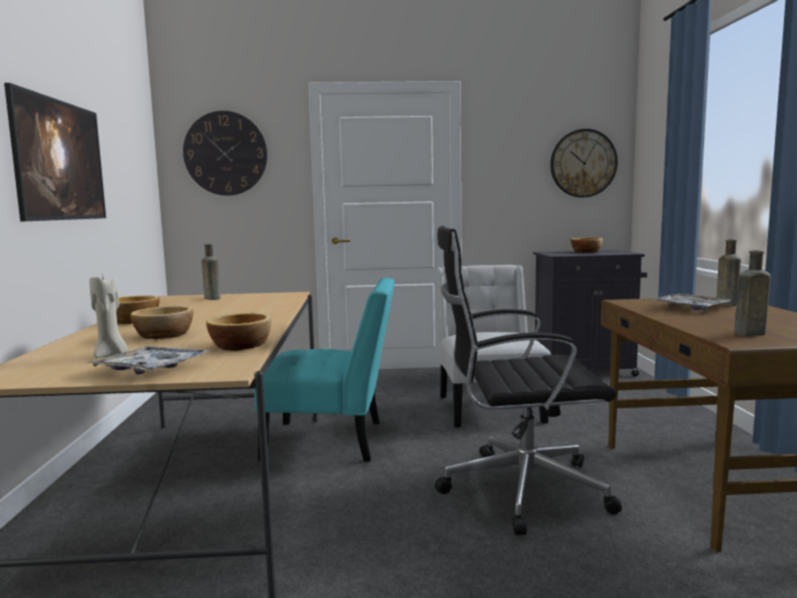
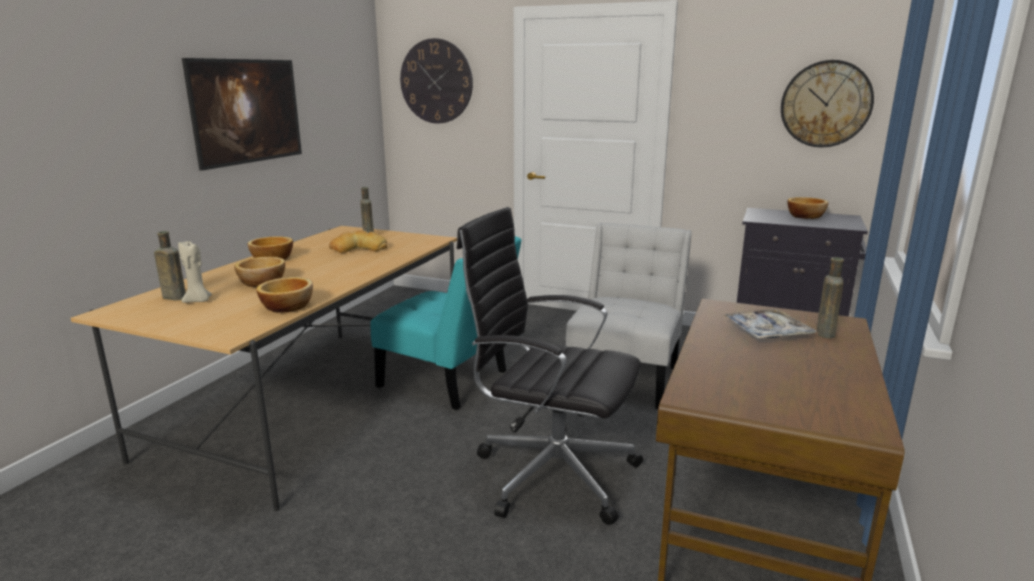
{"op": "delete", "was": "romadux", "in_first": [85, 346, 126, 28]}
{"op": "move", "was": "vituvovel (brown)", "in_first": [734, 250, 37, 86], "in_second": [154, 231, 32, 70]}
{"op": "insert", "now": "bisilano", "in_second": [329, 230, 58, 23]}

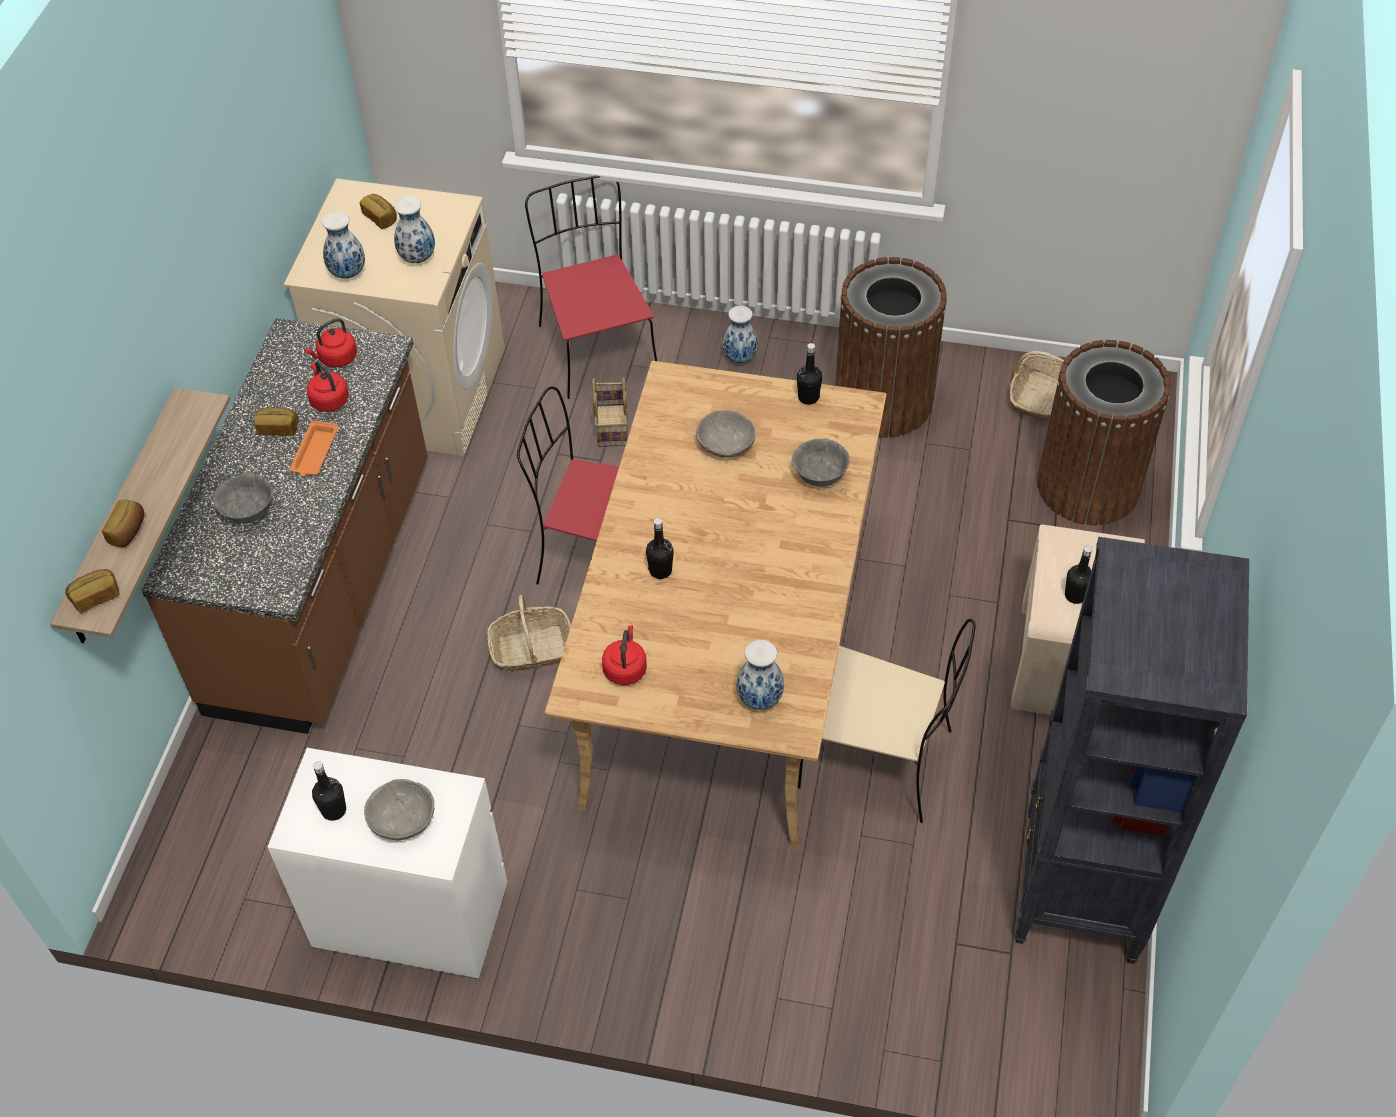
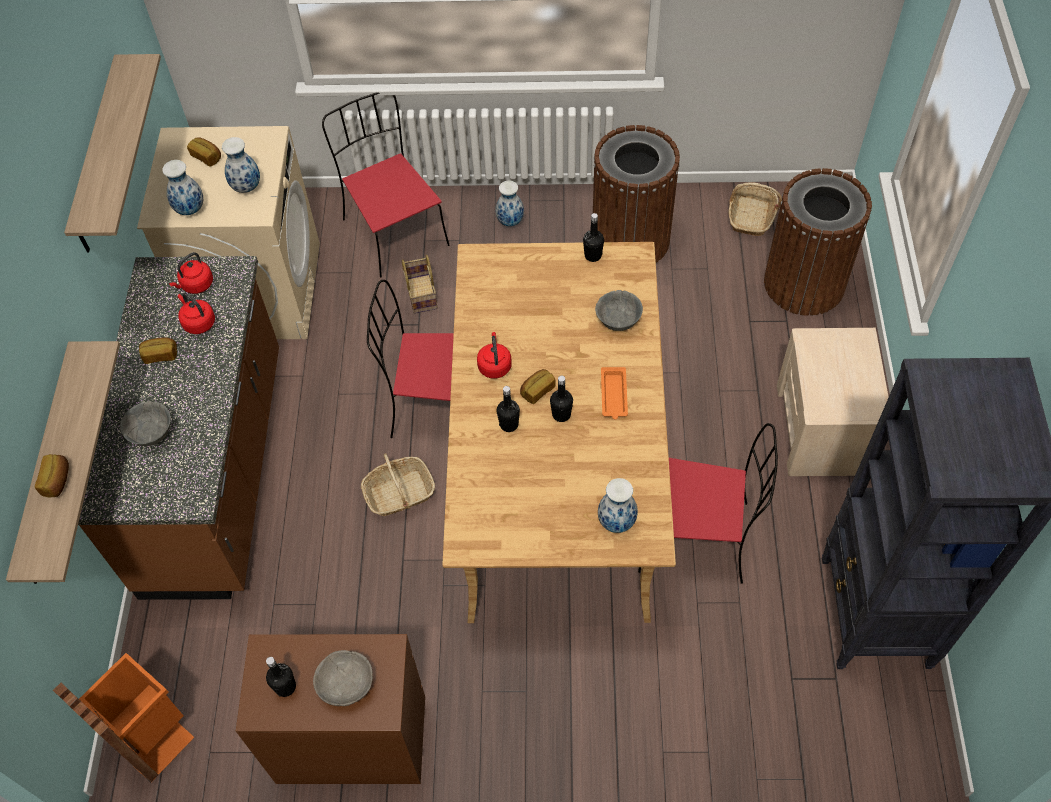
{"op": "move", "was": "bisilano", "in_first": [65, 569, 55, 44], "in_second": [520, 369, 35, 35]}
{"op": "recolor", "was": "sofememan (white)", "now": "sofememan (brown)", "in_first": [268, 748, 240, 231], "in_second": [236, 634, 189, 150]}
{"op": "move", "was": "romadux (orange)", "in_first": [290, 421, 49, 56], "in_second": [601, 367, 27, 53]}
{"op": "move", "was": "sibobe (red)", "in_first": [602, 625, 45, 60], "in_second": [477, 332, 35, 47]}
{"op": "delete", "was": "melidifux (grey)", "in_first": [696, 410, 59, 47]}
{"op": "recolor", "was": "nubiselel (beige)", "now": "nubiselel (red)", "in_first": [798, 619, 178, 204], "in_second": [638, 423, 140, 161]}
{"op": "move", "was": "vituvovel (black)", "in_first": [1065, 546, 27, 58], "in_second": [550, 375, 23, 47]}
{"op": "insert", "now": "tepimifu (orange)", "in_second": [53, 653, 141, 129]}
{"op": "insert", "now": "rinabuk", "in_second": [64, 54, 97, 199]}

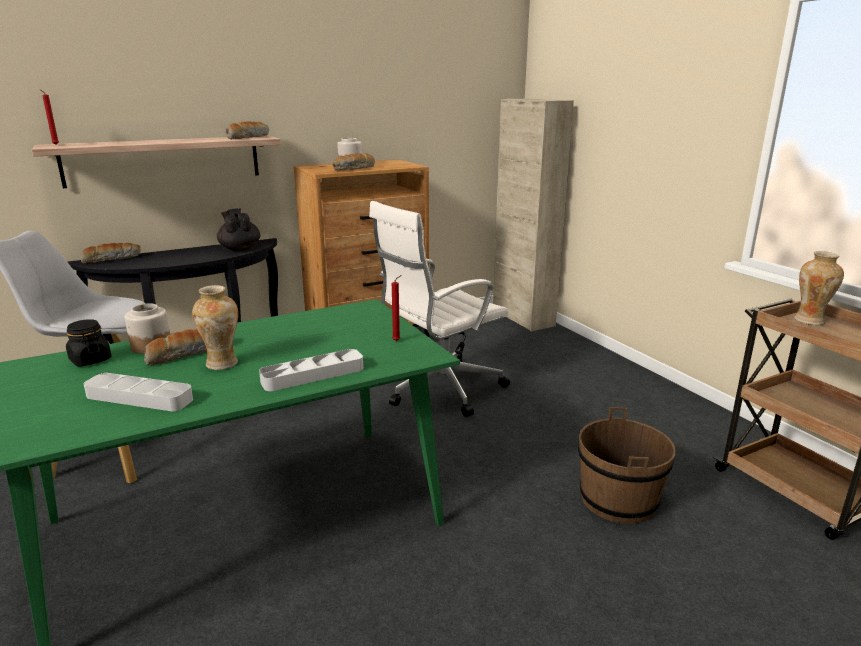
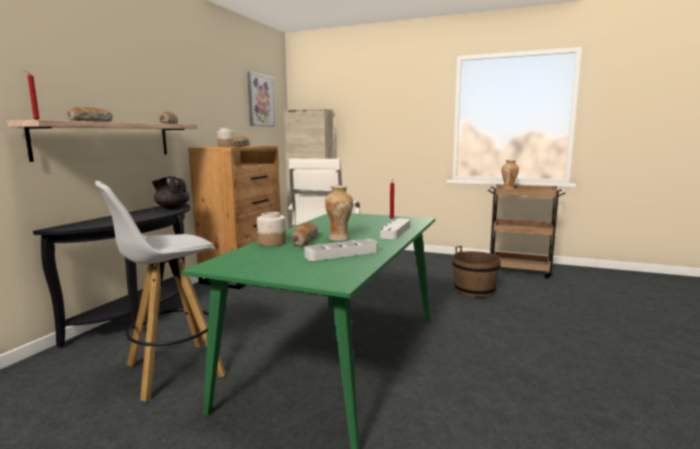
{"op": "delete", "was": "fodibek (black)", "in_first": [66, 319, 46, 47]}
{"op": "move", "was": "bisilano", "in_first": [81, 243, 60, 21], "in_second": [67, 107, 46, 15]}
{"op": "insert", "now": "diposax", "in_second": [247, 72, 28, 55]}

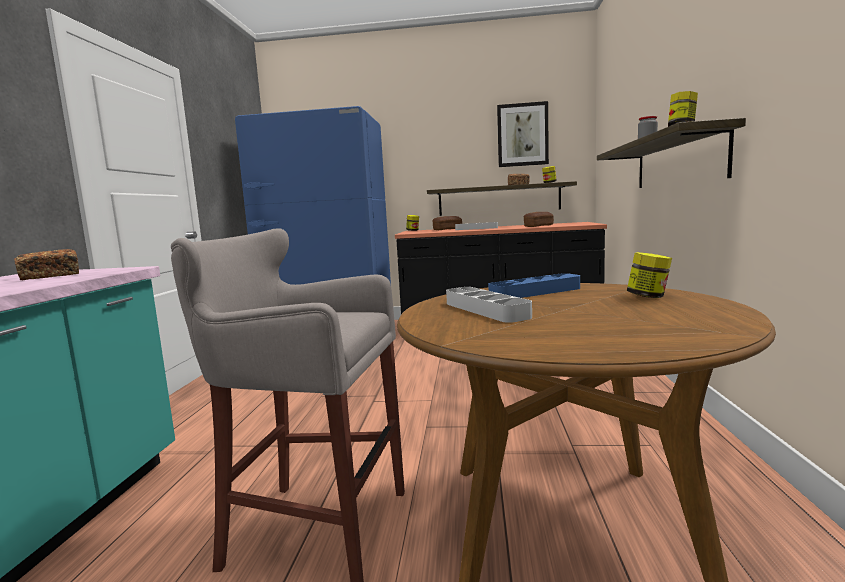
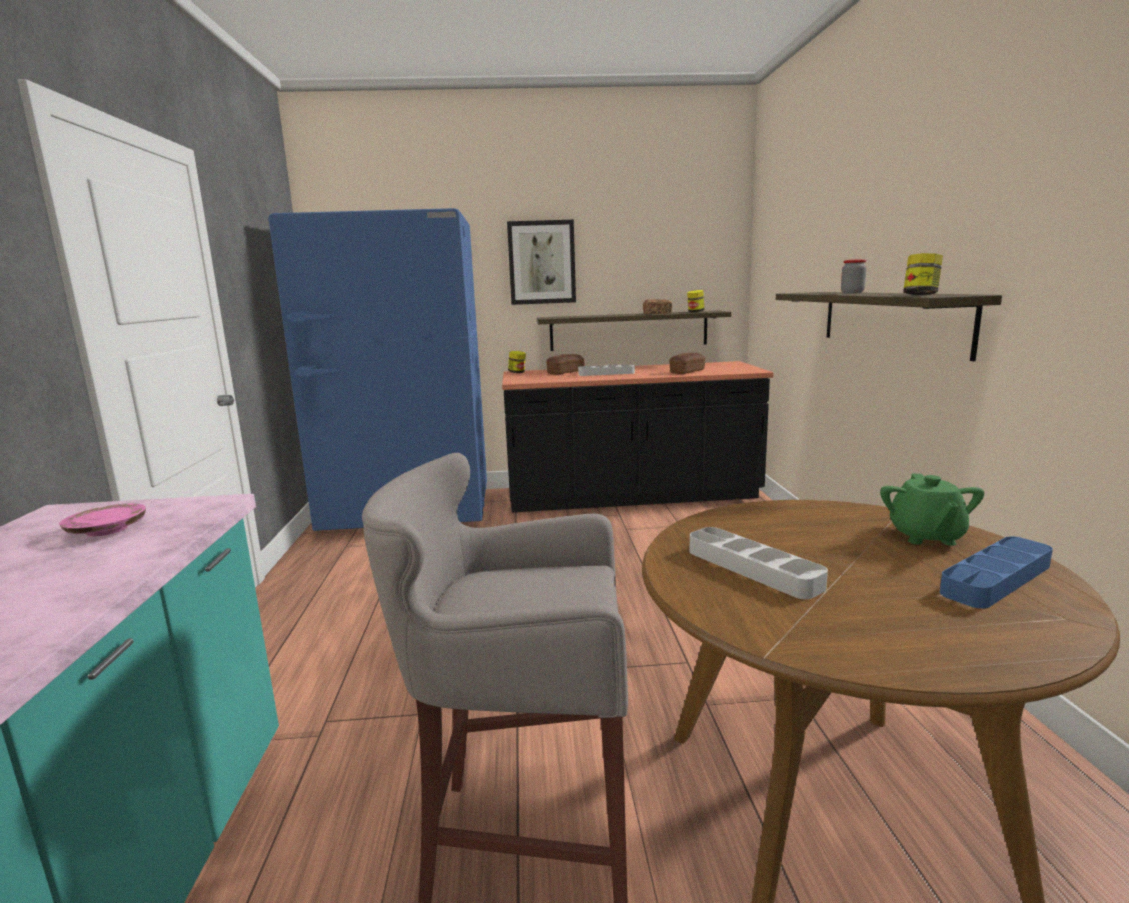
{"op": "replace", "was": "bisilano", "now": "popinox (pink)", "in_first": [14, 249, 65, 31], "in_second": [59, 503, 87, 34]}
{"op": "move", "was": "romadux (blue)", "in_first": [488, 273, 92, 25], "in_second": [940, 536, 113, 73]}
{"op": "move", "was": "diposax", "in_first": [497, 101, 52, 66], "in_second": [507, 220, 69, 85]}
{"op": "replace", "was": "fodibek", "now": "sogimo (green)", "in_first": [627, 252, 45, 46], "in_second": [880, 474, 104, 72]}

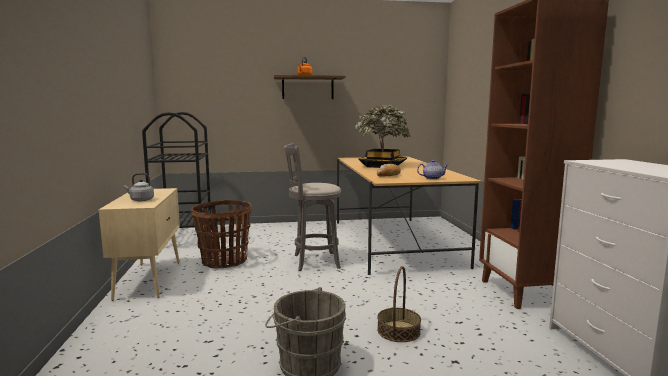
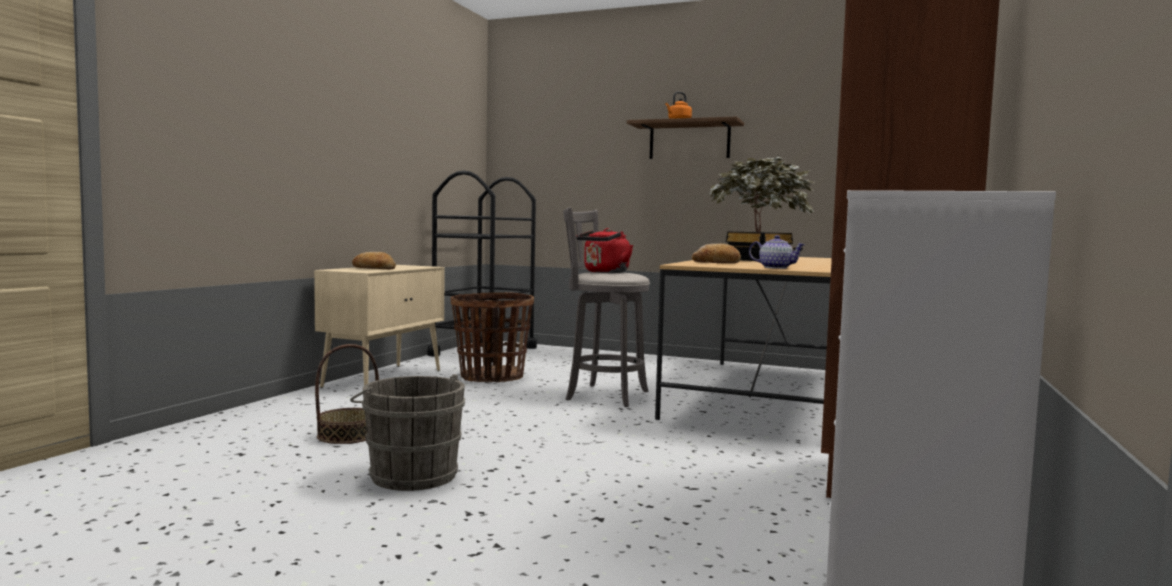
{"op": "replace", "was": "sibobe (grey)", "now": "bisilano", "in_first": [124, 173, 30, 28], "in_second": [352, 252, 44, 17]}
{"op": "move", "was": "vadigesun", "in_first": [377, 266, 44, 76], "in_second": [315, 344, 64, 100]}
{"op": "insert", "now": "sibobe (red)", "in_second": [576, 228, 57, 45]}

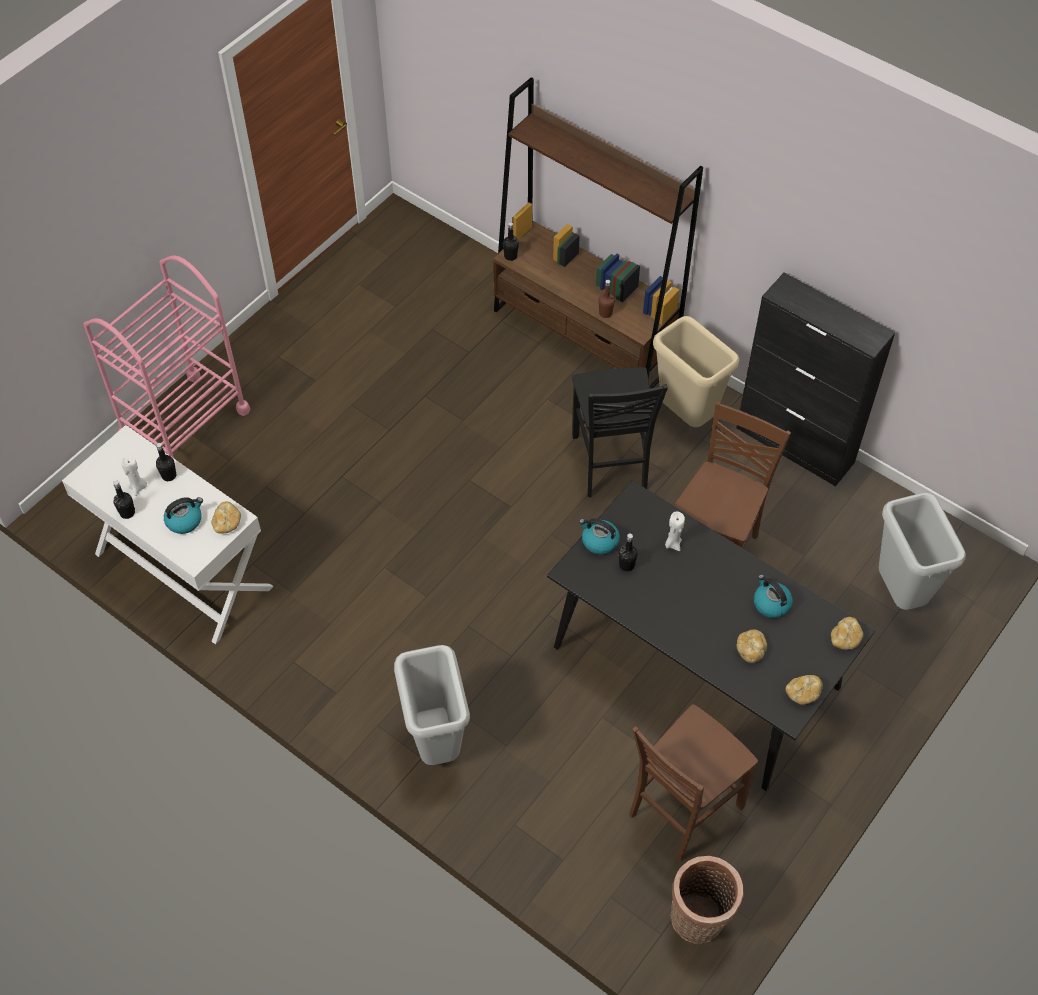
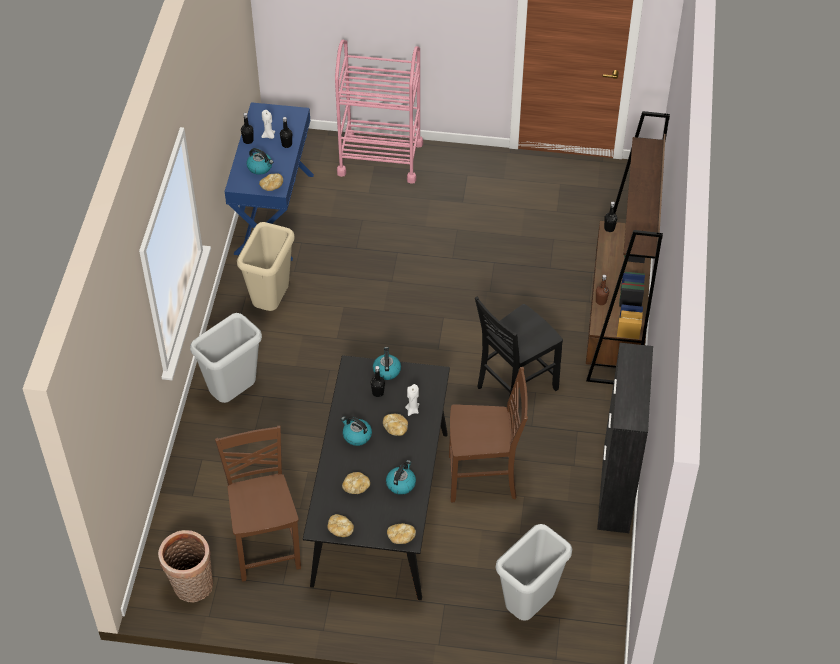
{"op": "recolor", "was": "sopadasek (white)", "now": "sopadasek (blue)", "in_first": [62, 425, 212, 219], "in_second": [225, 102, 89, 159]}
{"op": "rotate", "was": "nubiselel (brown)", "in_first": [629, 704, 129, 158], "in_second": [215, 426, 86, 156], "clockwise": 60}
{"op": "move", "was": "tepimifu (beige)", "in_first": [653, 316, 86, 111], "in_second": [237, 222, 58, 89]}
{"op": "insert", "now": "sibobe", "in_second": [341, 416, 31, 30]}
{"op": "insert", "now": "bisilano", "in_second": [383, 414, 25, 22]}

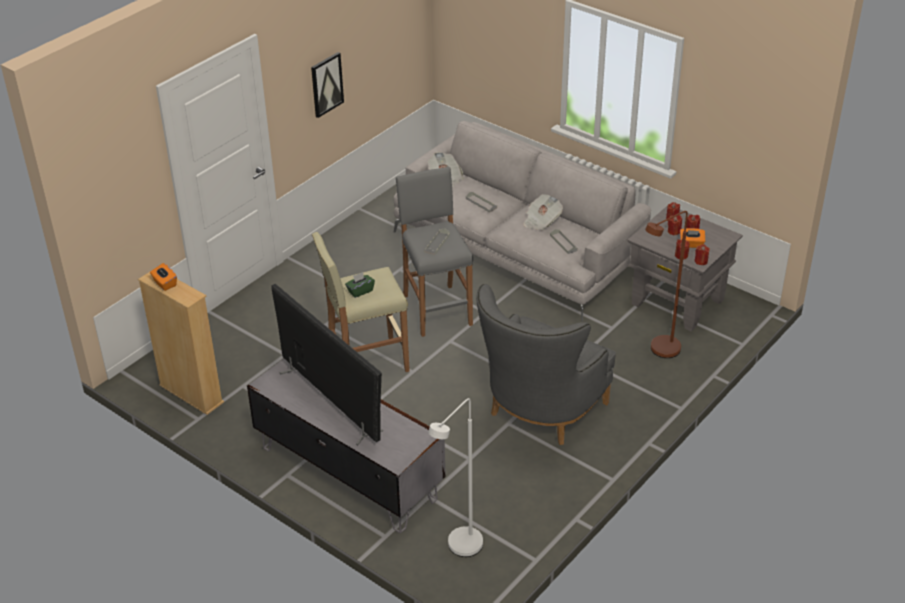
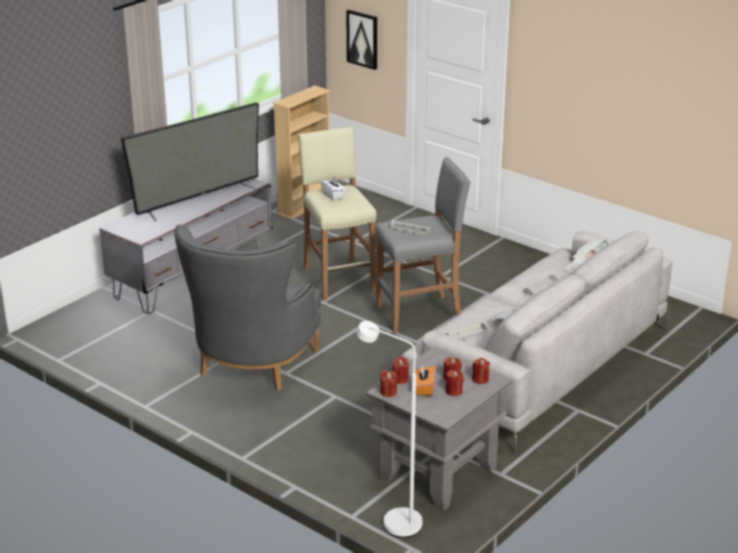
{"op": "delete", "was": "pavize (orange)", "in_first": [150, 263, 27, 28]}
{"op": "move", "was": "diposax", "in_first": [311, 52, 33, 66], "in_second": [346, 9, 31, 61]}
{"op": "recolor", "was": "pavize (green)", "now": "pavize (white)", "in_first": [345, 272, 30, 26], "in_second": [321, 176, 25, 24]}
{"op": "move", "was": "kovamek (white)", "in_first": [428, 398, 55, 159], "in_second": [356, 321, 66, 217]}
{"op": "rotate", "was": "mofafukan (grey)", "in_first": [476, 284, 140, 161], "in_second": [174, 224, 147, 166], "clockwise": -105}
{"op": "delete", "was": "kovamek (brown)", "in_first": [645, 211, 43, 147]}

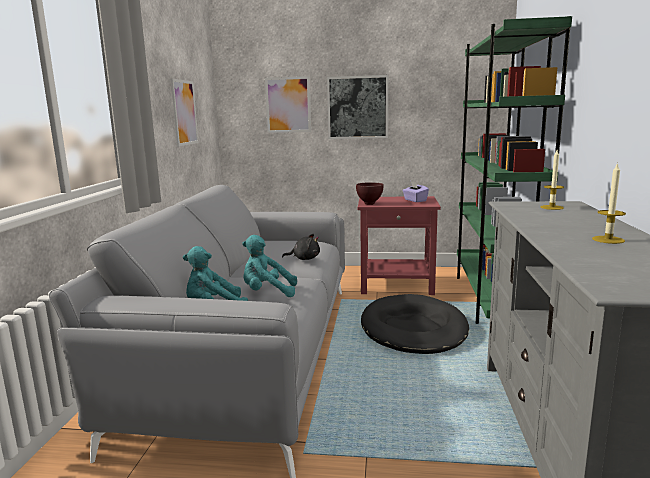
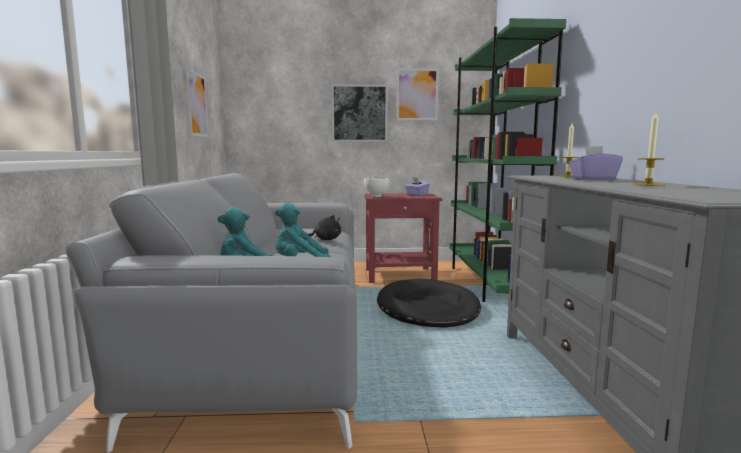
{"op": "move", "was": "diposax", "in_first": [265, 76, 46, 57], "in_second": [396, 68, 43, 52]}
{"op": "recolor", "was": "melidifux (brown)", "now": "melidifux (white)", "in_first": [356, 182, 28, 23], "in_second": [364, 178, 26, 19]}
{"op": "insert", "now": "pavize (purple)", "in_second": [569, 146, 54, 34]}

